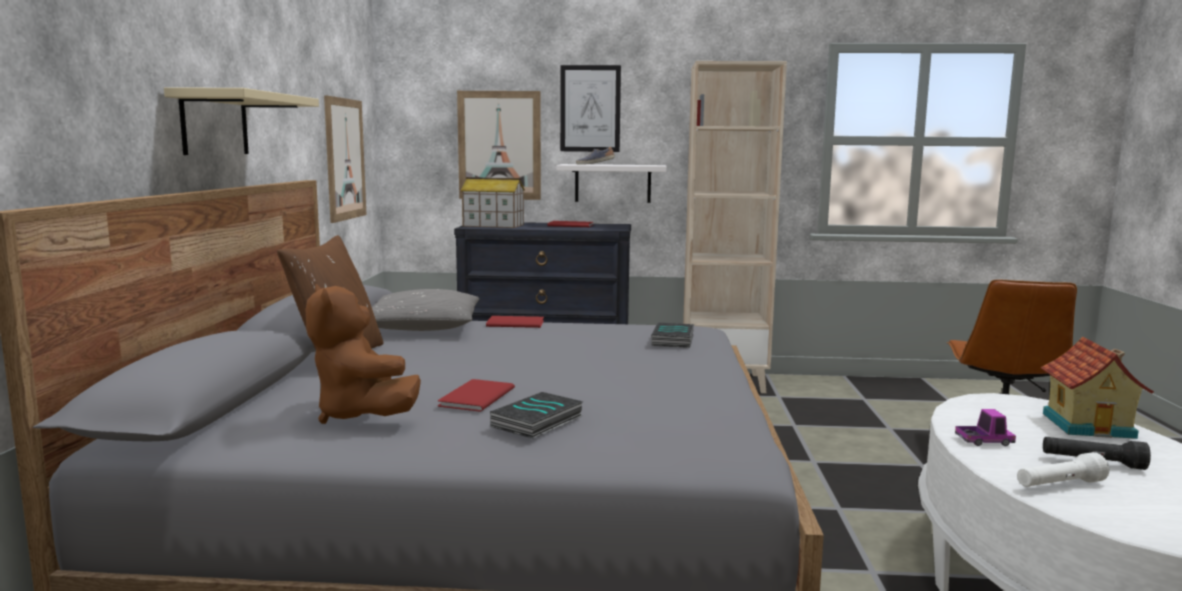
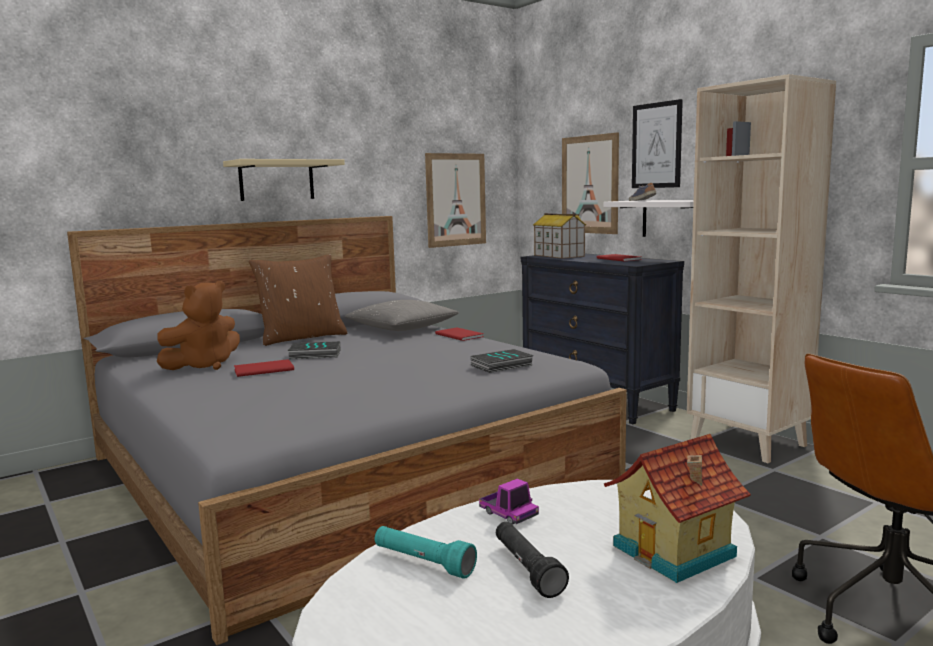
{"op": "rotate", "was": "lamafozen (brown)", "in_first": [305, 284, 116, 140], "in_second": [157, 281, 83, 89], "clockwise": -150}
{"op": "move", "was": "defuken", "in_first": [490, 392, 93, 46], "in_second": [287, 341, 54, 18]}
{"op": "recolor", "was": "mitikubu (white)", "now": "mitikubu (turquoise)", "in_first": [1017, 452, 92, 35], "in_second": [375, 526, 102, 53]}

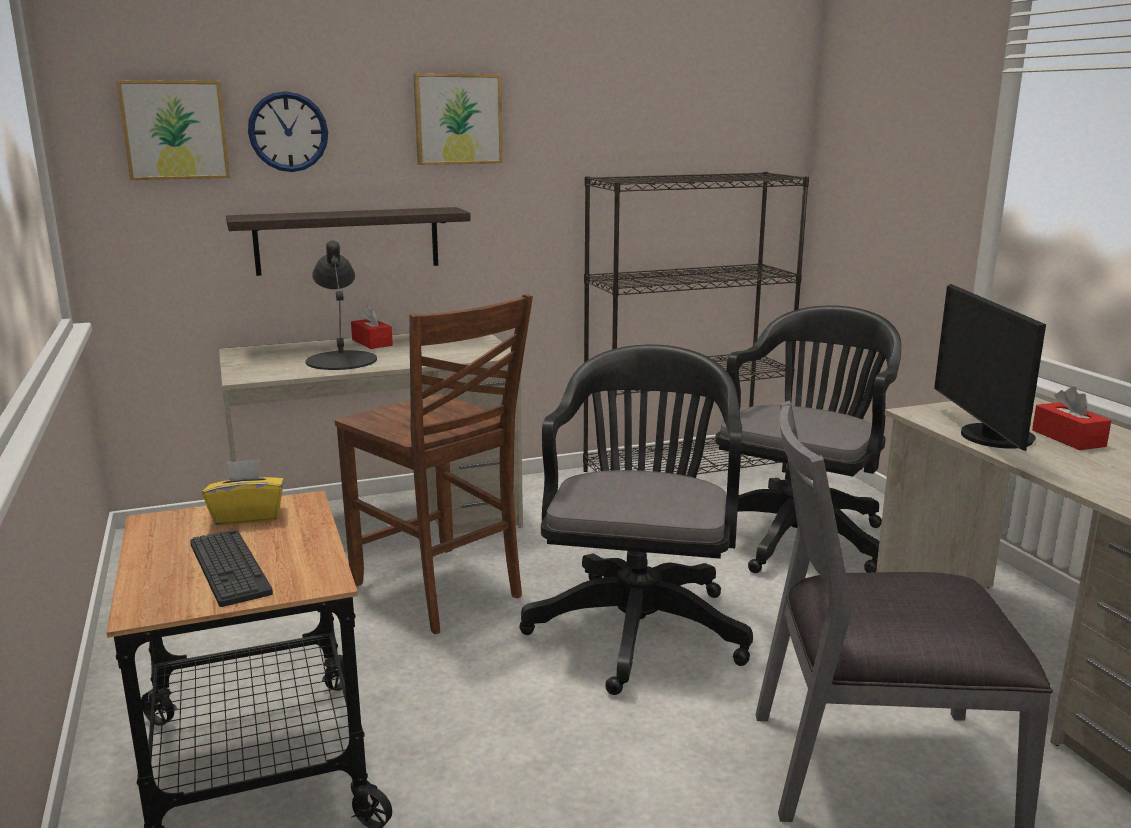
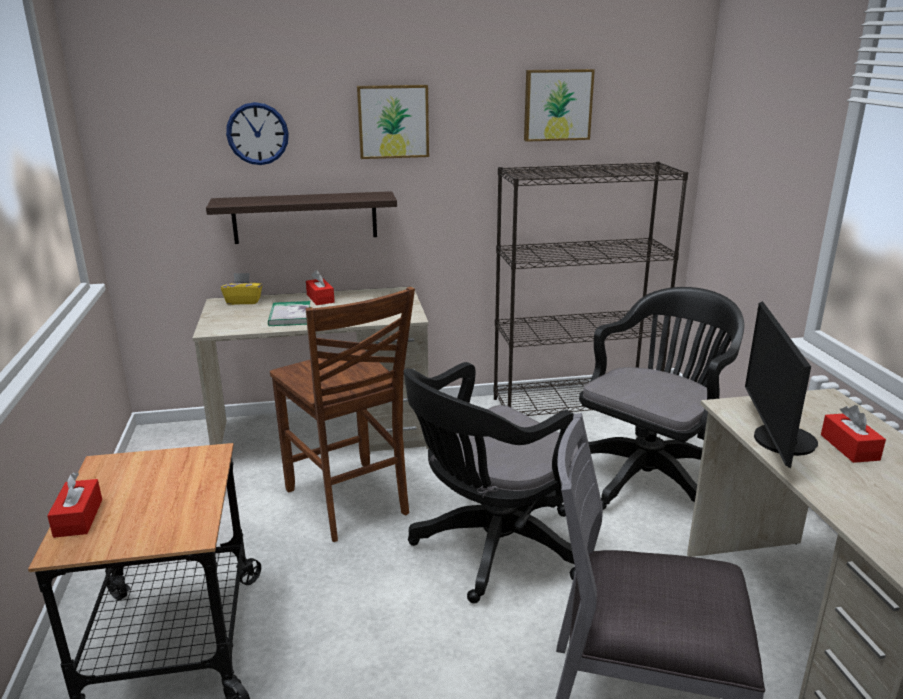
{"op": "move", "was": "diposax", "in_first": [117, 80, 113, 100], "in_second": [524, 69, 71, 73]}
{"op": "delete", "was": "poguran", "in_first": [190, 529, 83, 78]}
{"op": "move", "was": "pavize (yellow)", "in_first": [203, 459, 81, 66], "in_second": [221, 273, 42, 32]}
{"op": "replace", "was": "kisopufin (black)", "now": "defuken", "in_first": [306, 240, 71, 130], "in_second": [268, 301, 42, 25]}
{"op": "rotate", "was": "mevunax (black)", "in_first": [519, 344, 234, 351], "in_second": [404, 362, 174, 241], "clockwise": -150}
{"op": "insert", "now": "pavize (red)", "in_second": [47, 472, 55, 66]}

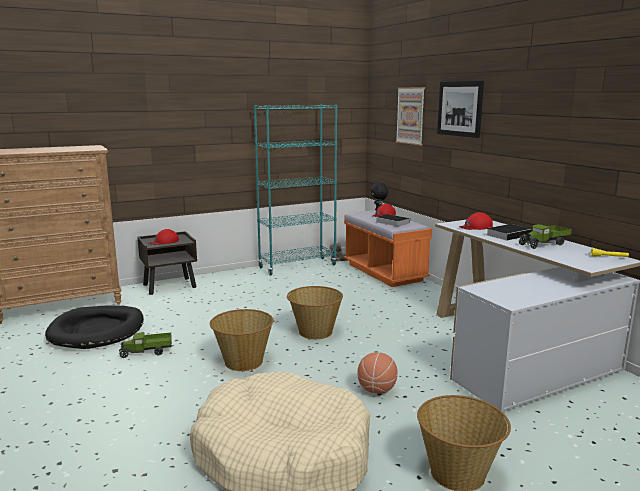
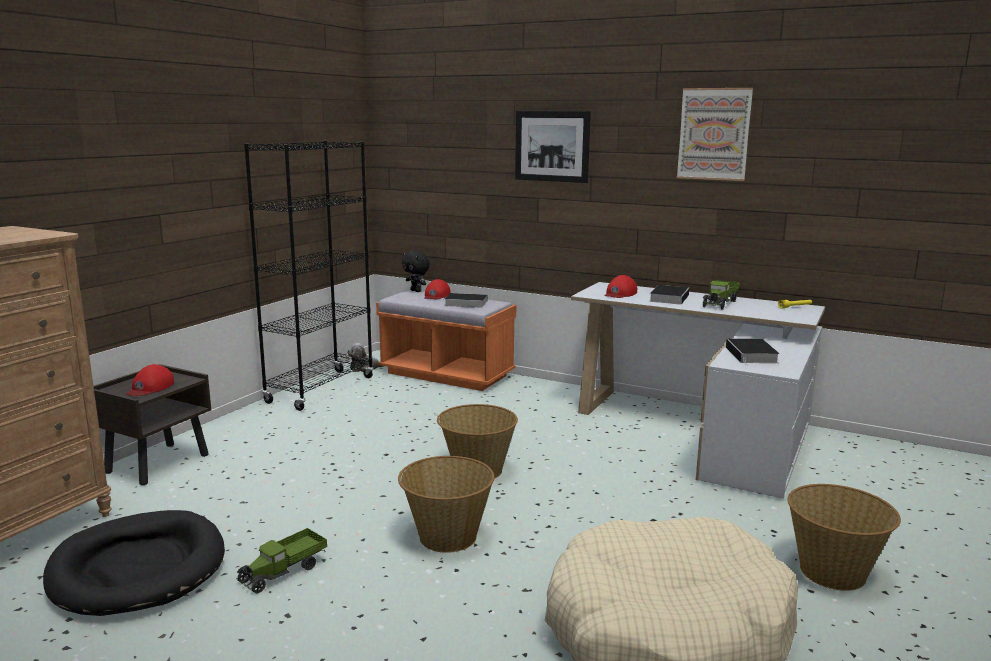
{"op": "recolor", "was": "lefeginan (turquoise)", "now": "lefeginan (black)", "in_first": [254, 104, 83, 172], "in_second": [244, 141, 130, 270]}
{"op": "delete", "was": "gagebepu", "in_first": [358, 352, 40, 42]}
{"op": "move", "was": "diposax", "in_first": [396, 87, 29, 58], "in_second": [677, 88, 76, 93]}
{"op": "insert", "now": "defuken", "in_second": [726, 339, 54, 27]}

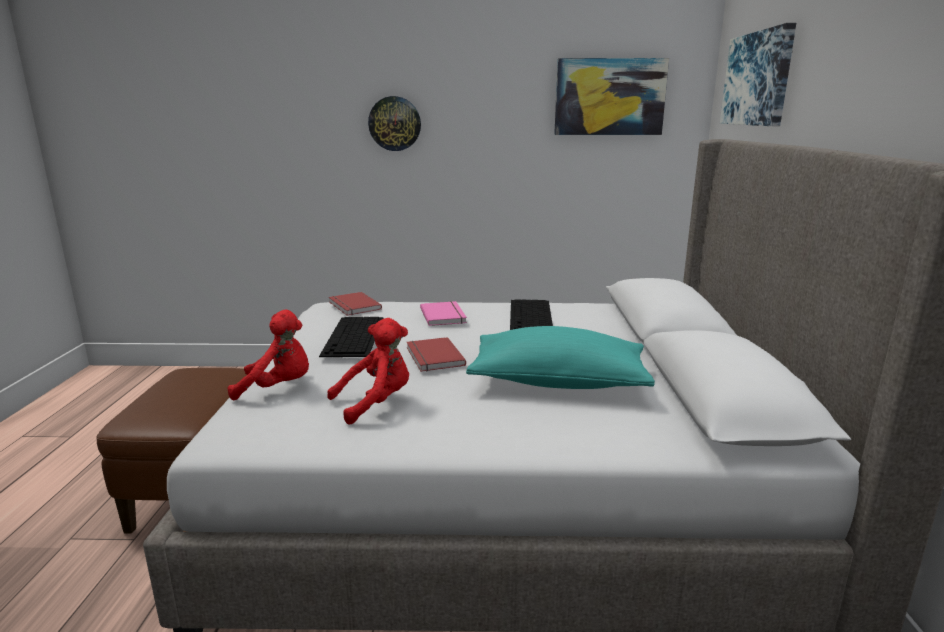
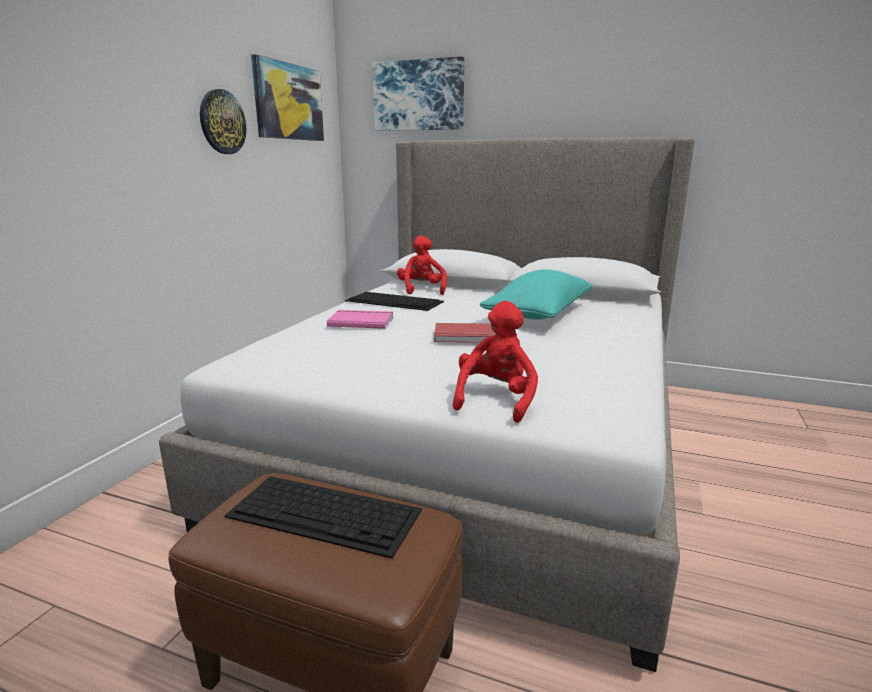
{"op": "move", "was": "poguran", "in_first": [319, 317, 64, 40], "in_second": [224, 476, 198, 83]}
{"op": "move", "was": "lamafozen (red)", "in_first": [327, 318, 82, 107], "in_second": [397, 235, 50, 60]}
{"op": "delete", "was": "defuken (red)", "in_first": [329, 292, 53, 24]}
{"op": "move", "was": "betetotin", "in_first": [368, 96, 53, 55], "in_second": [200, 89, 46, 65]}

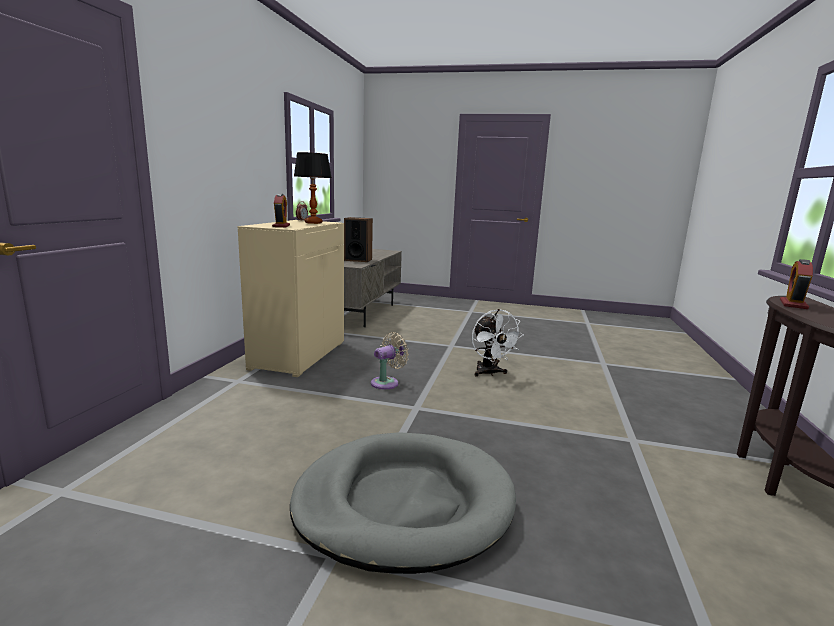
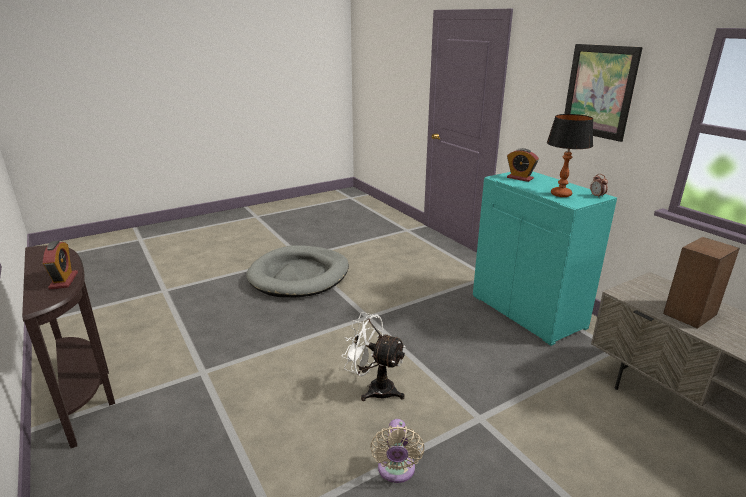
{"op": "recolor", "was": "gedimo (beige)", "now": "gedimo (turquoise)", "in_first": [238, 220, 106, 157], "in_second": [473, 172, 144, 174]}
{"op": "move", "was": "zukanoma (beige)", "in_first": [371, 332, 38, 57], "in_second": [370, 419, 54, 64]}
{"op": "insert", "now": "diposax", "in_second": [564, 44, 79, 98]}

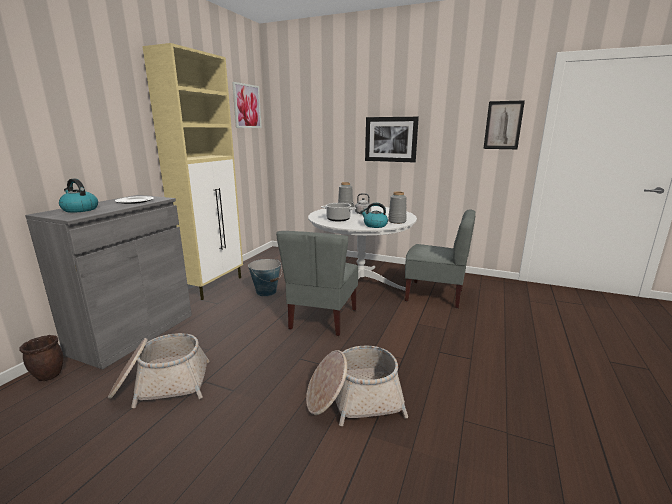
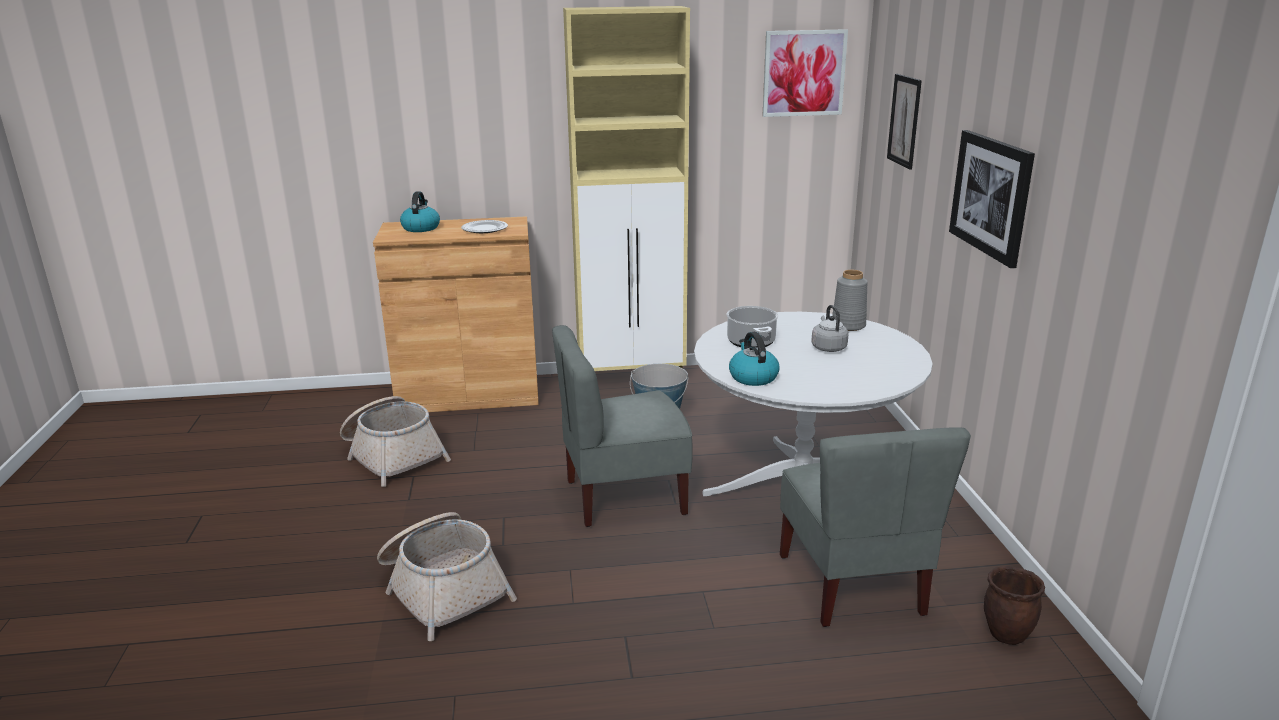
{"op": "move", "was": "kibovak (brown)", "in_first": [19, 335, 44, 46], "in_second": [984, 566, 61, 79]}
{"op": "recolor", "was": "gedimo (grey)", "now": "gedimo (brown)", "in_first": [25, 195, 167, 174], "in_second": [373, 216, 166, 196]}
{"op": "delete", "was": "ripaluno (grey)", "in_first": [388, 191, 18, 33]}
{"op": "move", "was": "diposax", "in_first": [483, 100, 42, 49], "in_second": [887, 74, 35, 96]}

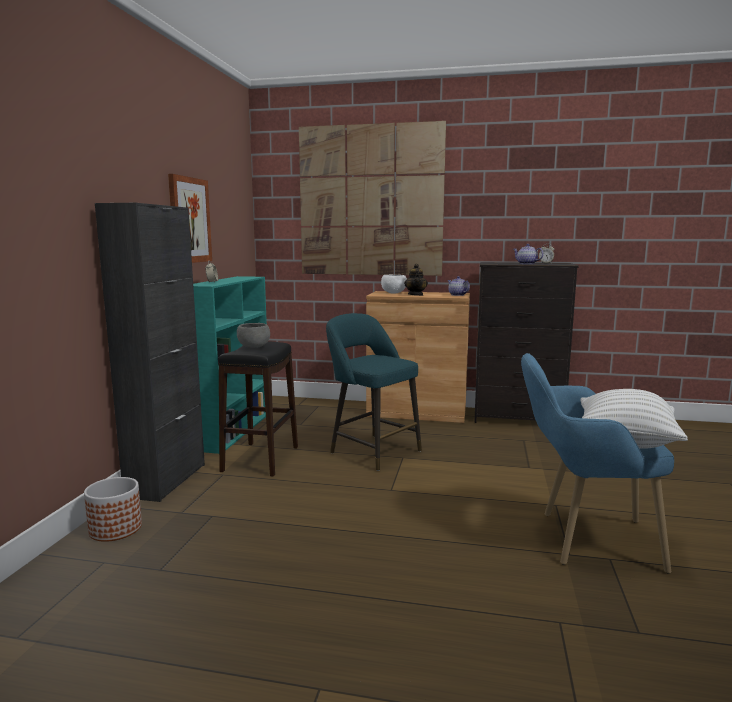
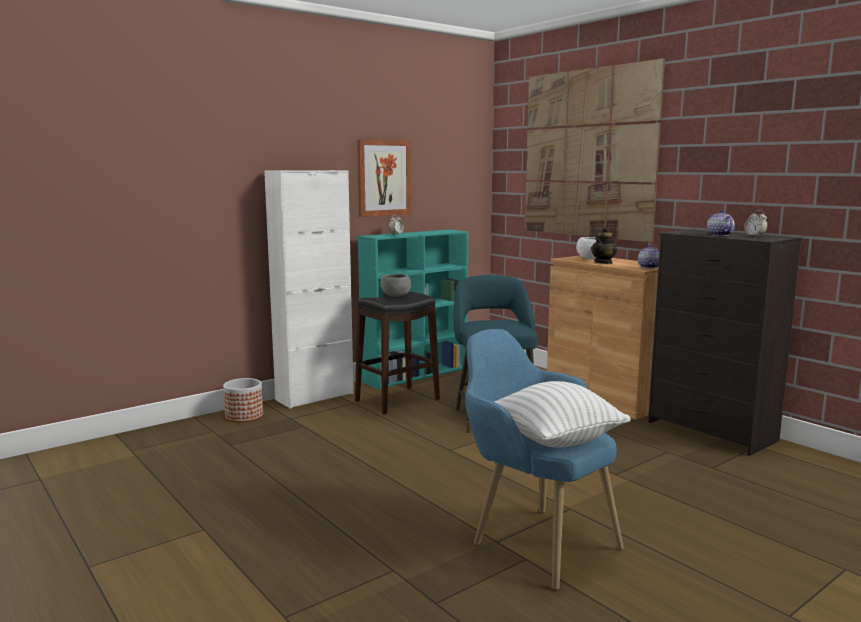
{"op": "recolor", "was": "gedimo (black)", "now": "gedimo (white)", "in_first": [95, 203, 110, 299], "in_second": [264, 170, 90, 239]}

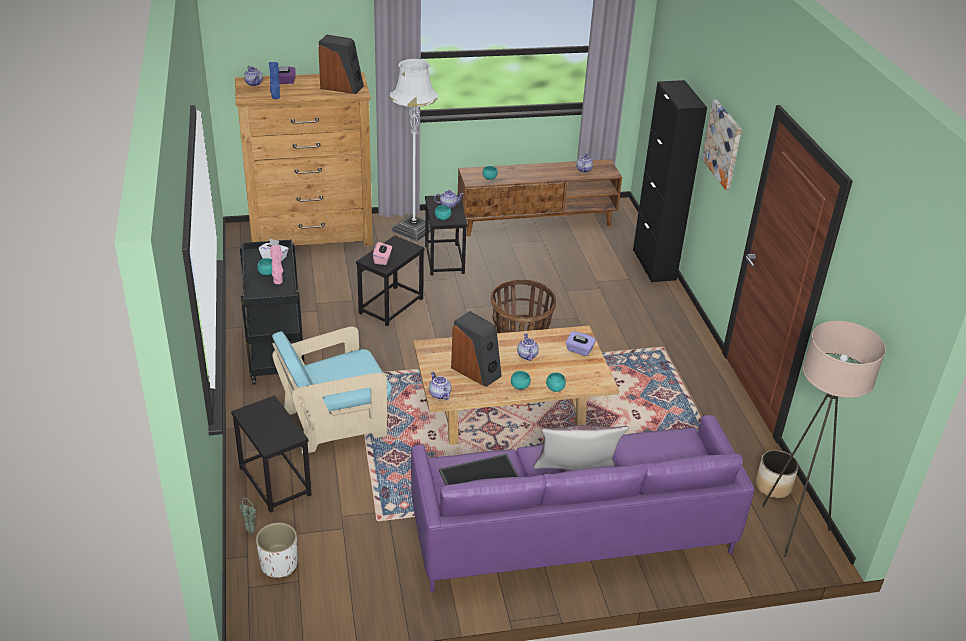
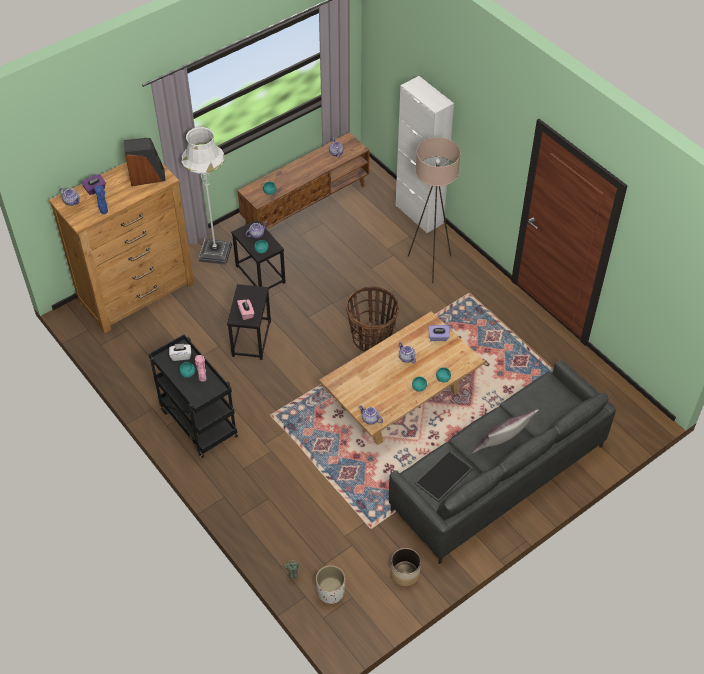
{"op": "delete", "was": "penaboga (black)", "in_first": [231, 395, 81, 118]}
{"op": "delete", "was": "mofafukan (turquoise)", "in_first": [272, 327, 120, 127]}
{"op": "recolor", "was": "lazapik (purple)", "now": "lazapik (grey)", "in_first": [411, 415, 343, 177], "in_second": [389, 360, 227, 204]}
{"op": "delete", "was": "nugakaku", "in_first": [451, 311, 51, 76]}
{"op": "recolor", "was": "gedimo (black)", "now": "gedimo (white)", "in_first": [633, 80, 74, 202], "in_second": [396, 76, 58, 157]}
{"op": "delete", "was": "diposax", "in_first": [702, 100, 40, 90]}
{"op": "move", "was": "kibovak", "in_first": [755, 450, 44, 48], "in_second": [390, 548, 31, 38]}
{"op": "move", "was": "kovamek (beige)", "in_first": [762, 321, 124, 236], "in_second": [408, 137, 53, 146]}

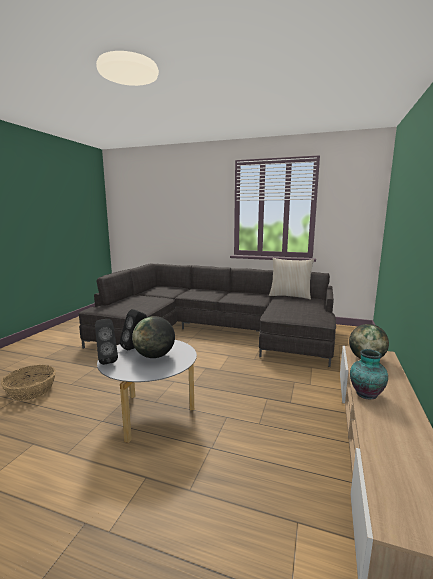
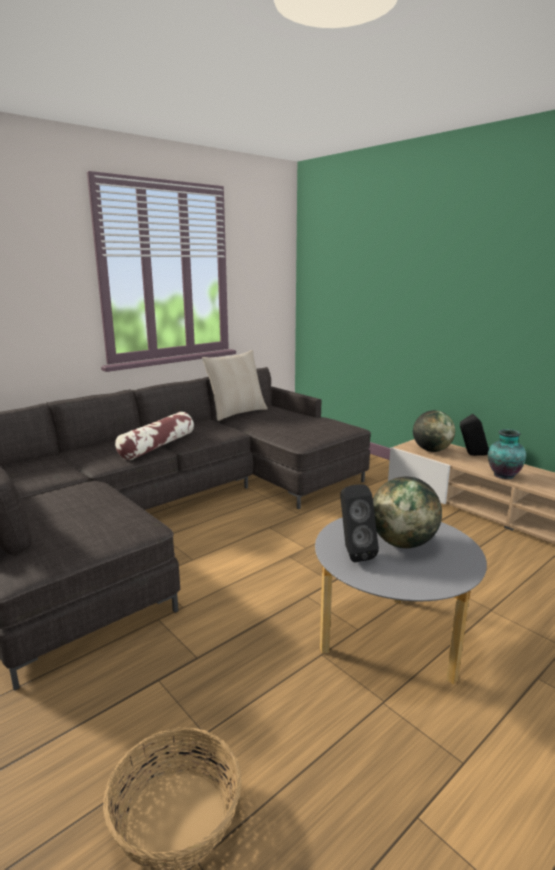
{"op": "move", "was": "nugakaku (black)", "in_first": [95, 319, 23, 46], "in_second": [460, 414, 29, 42]}
{"op": "insert", "now": "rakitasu", "in_second": [115, 412, 79, 48]}

